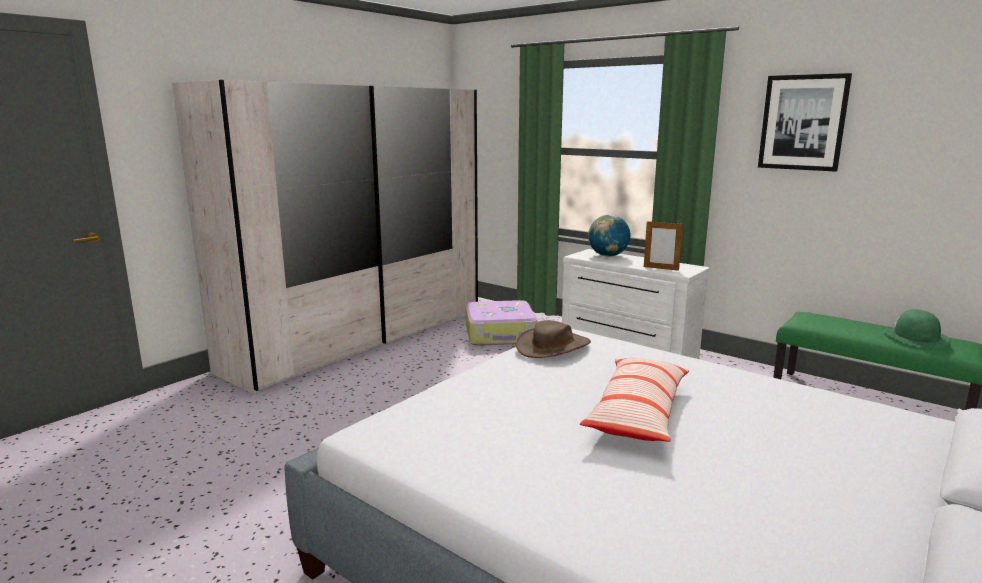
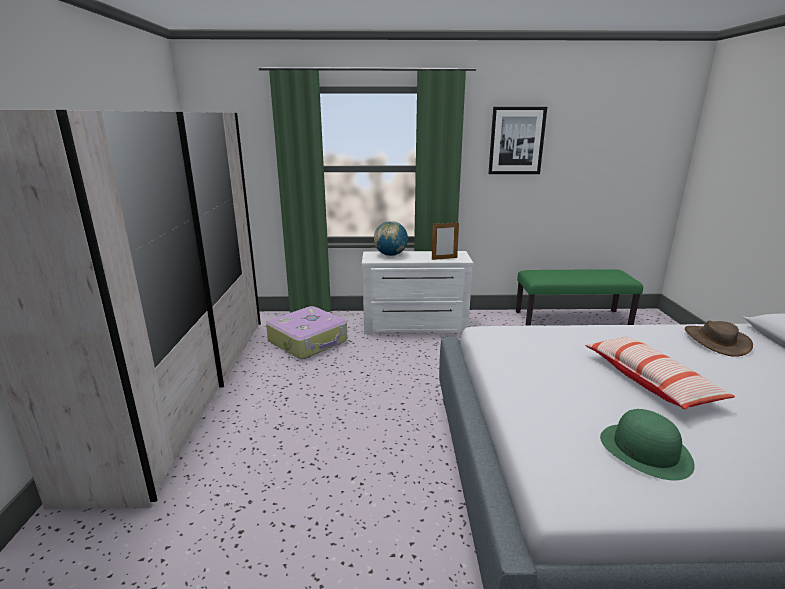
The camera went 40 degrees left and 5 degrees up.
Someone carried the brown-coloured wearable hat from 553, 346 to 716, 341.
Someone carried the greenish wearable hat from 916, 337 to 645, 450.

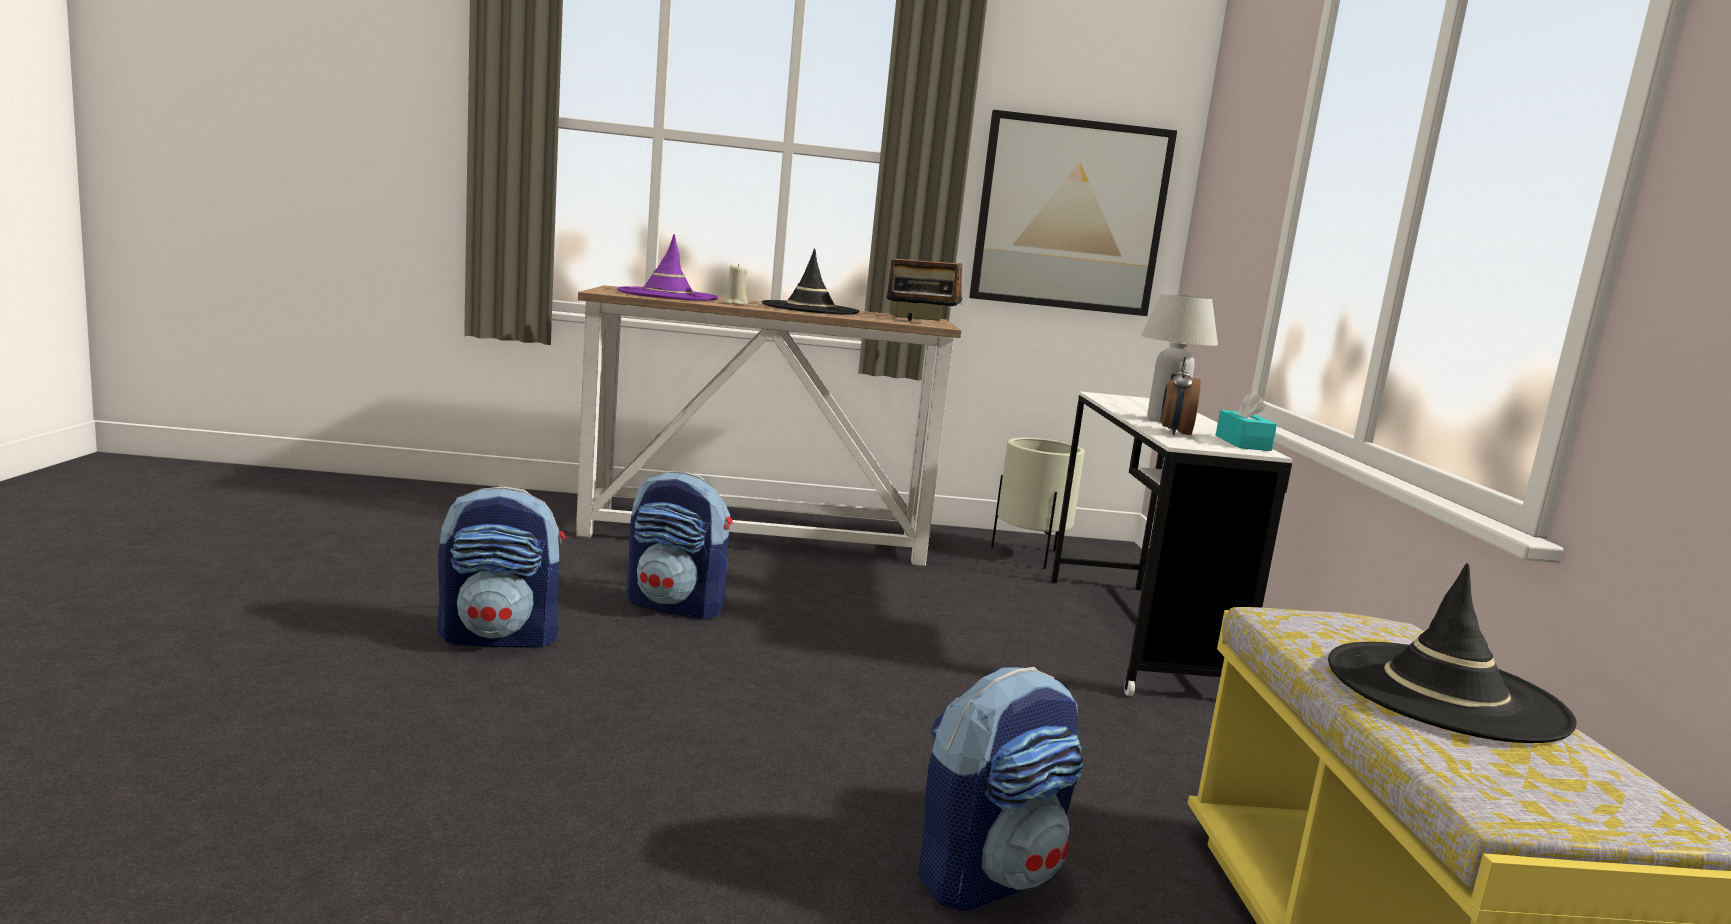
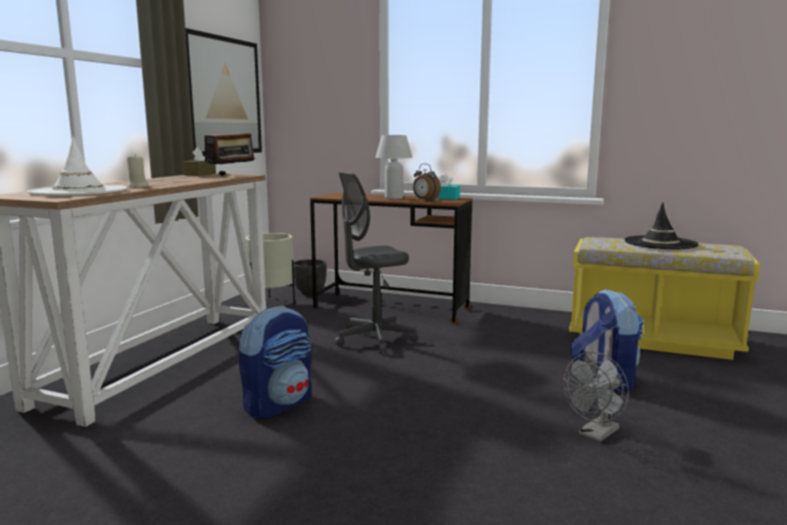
The camera went 65 degrees left and 0 degrees up.
Someone took away the knapsack at 501, 637.
Someone repainted the purple-coloured wearable hat at 667, 295, which became the white wearable hat at 79, 191.
Someone took away the black wearable hat at 810, 309.
Someone repainted the white desk unit at 1134, 635, which became the brown-coloured desk unit at 391, 308.
Someone put down the black plant pot at 310, 293.
Someone put down the grey computer chair at 375, 339.
Someone put down the grey fan at 595, 435.

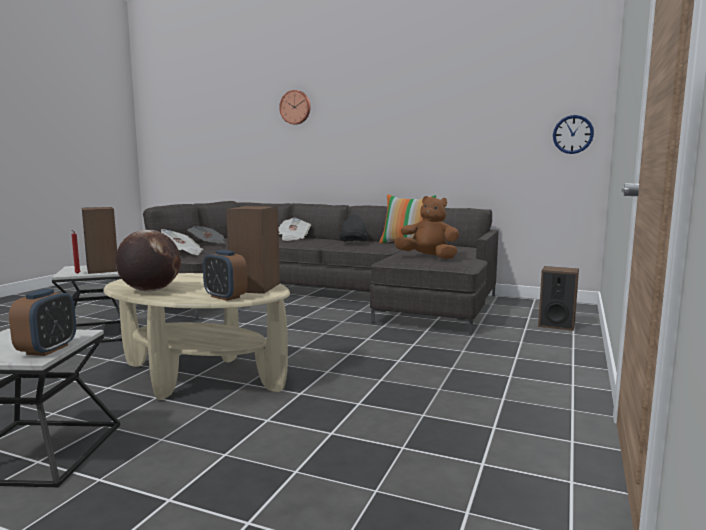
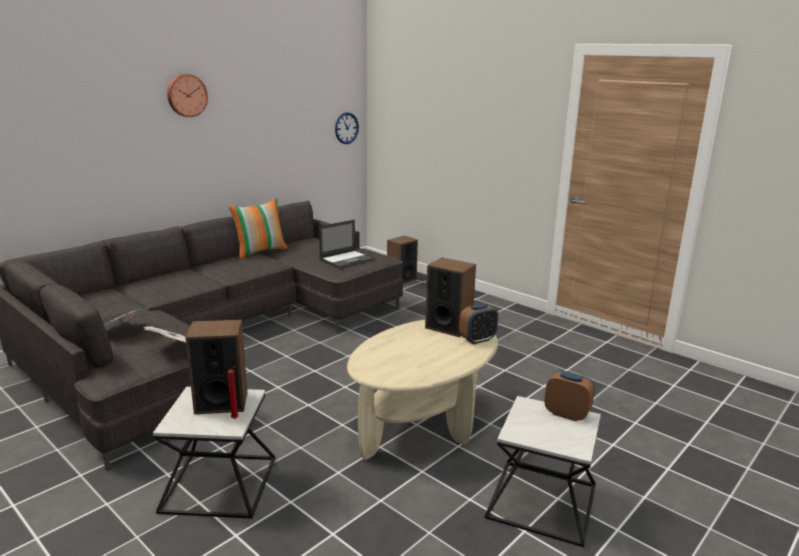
The camera went 70 degrees left and 10 degrees up.
Someone took away the world globe at 150, 290.
Someone carried the clock on the wall from 295, 107 to 186, 95.
Someone took away the daily paper at 293, 238.
Someone took away the black wearable hat at 353, 243.
Someone swapped the brown-coloured soft toy at 428, 257 for the portable computer at 347, 259.

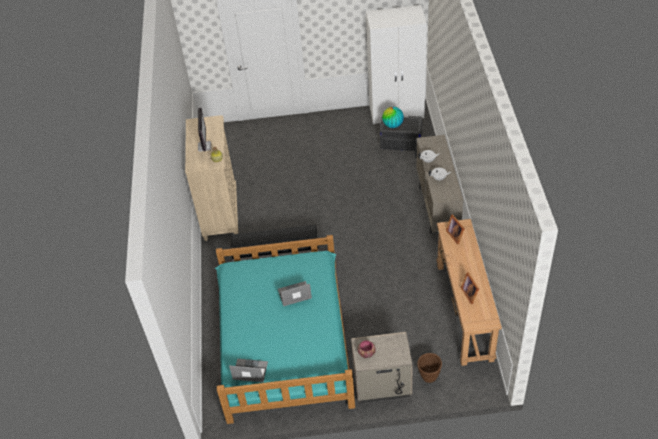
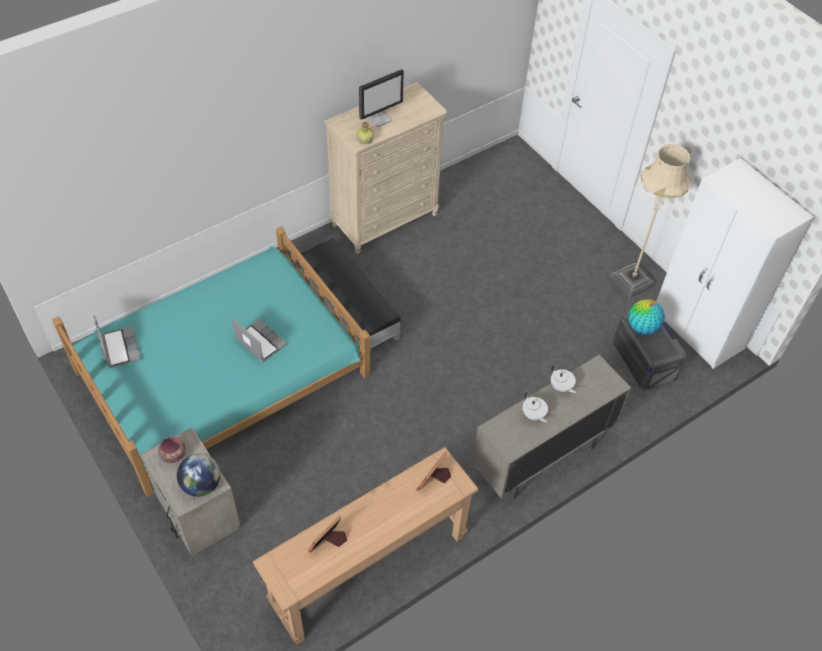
The camera went 55 degrees right and 5 degrees up.
Someone took away the brown-coloured plant pot at 429, 377.
Someone put down the world globe at 201, 485.
Someone put down the beige standing lamp at 632, 281.

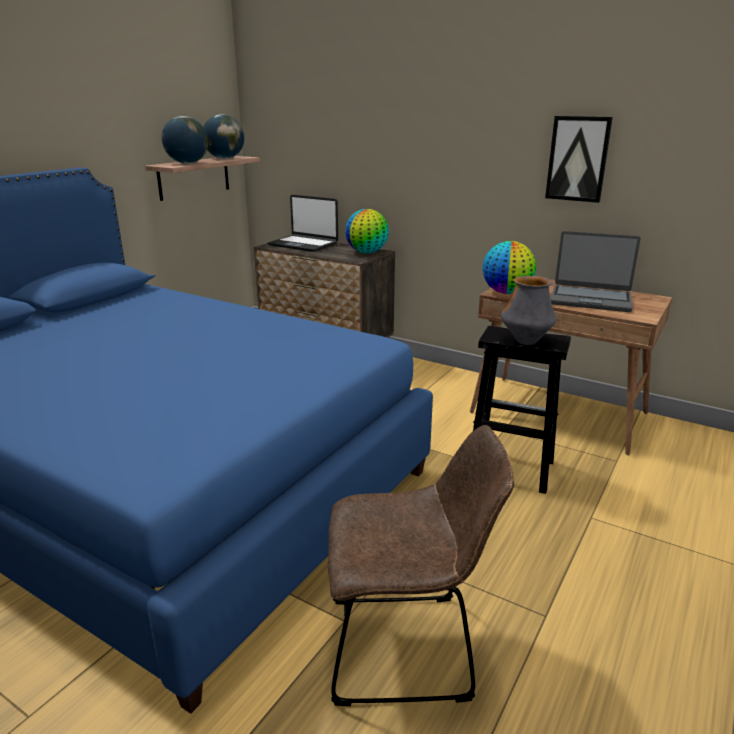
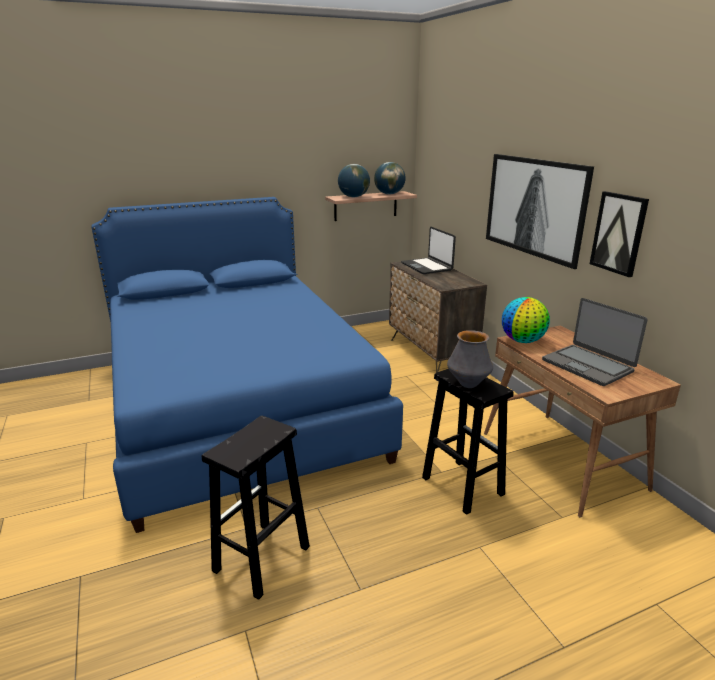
The camera went 35 degrees right and 0 degrees up.
Someone swapped the brown-coloured plain chair at 407, 647 for the black stool seat at 261, 560.
Someone took away the world globe at 367, 252.
Someone put up the wall art at 535, 207.

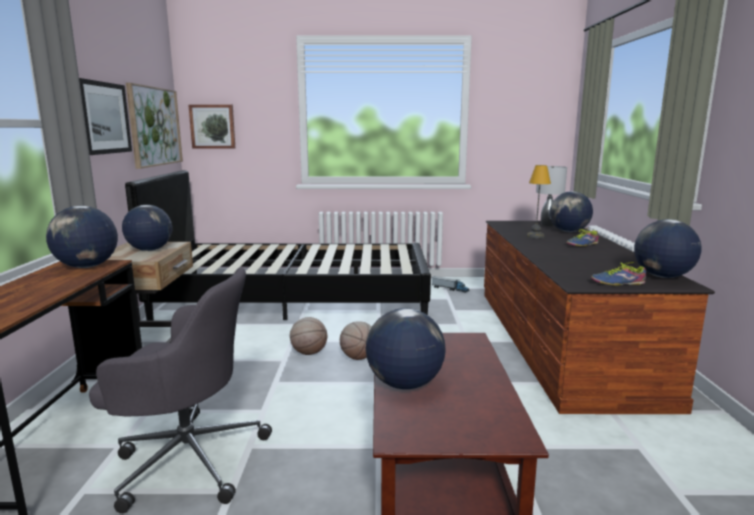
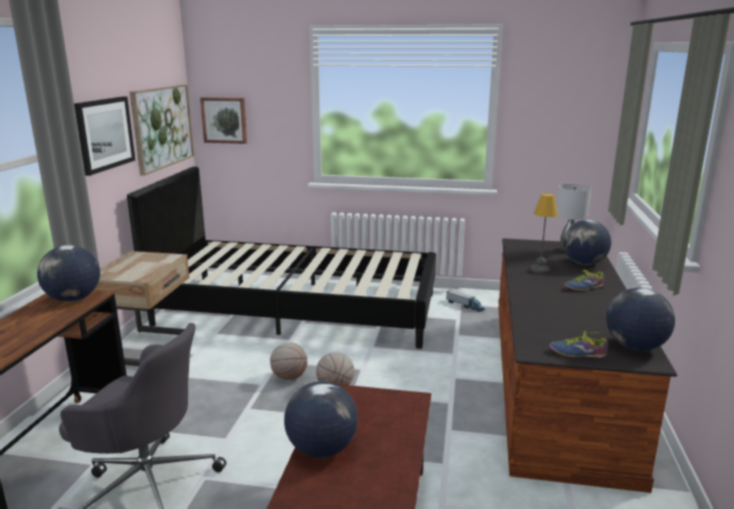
The camera went 10 degrees right and 5 degrees up.
Someone took away the world globe at 150, 250.

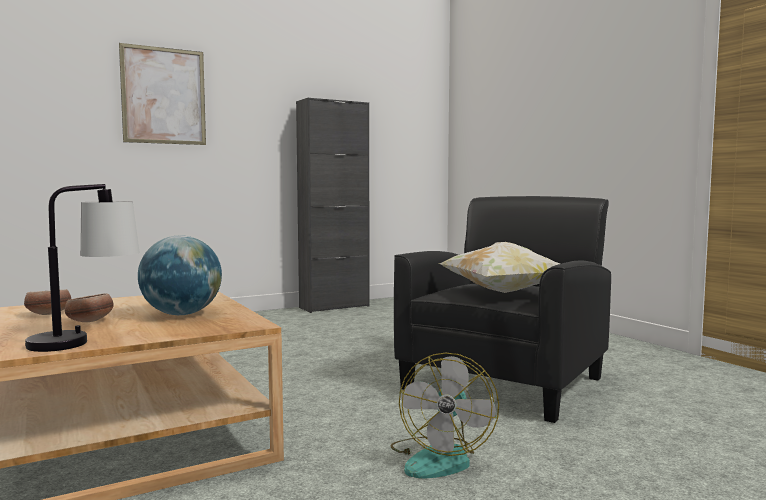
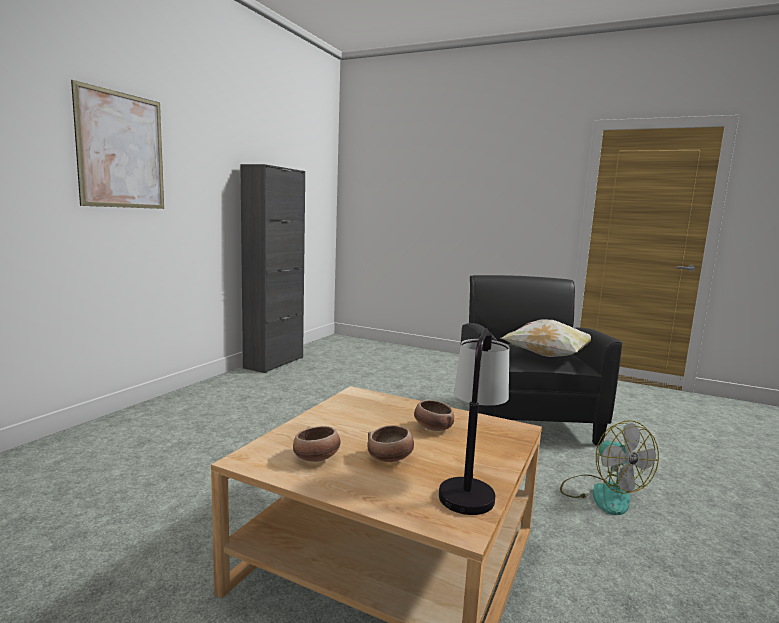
The camera went 35 degrees left and 5 degrees up.
Someone swapped the world globe at 182, 314 for the serving bowl at 432, 428.

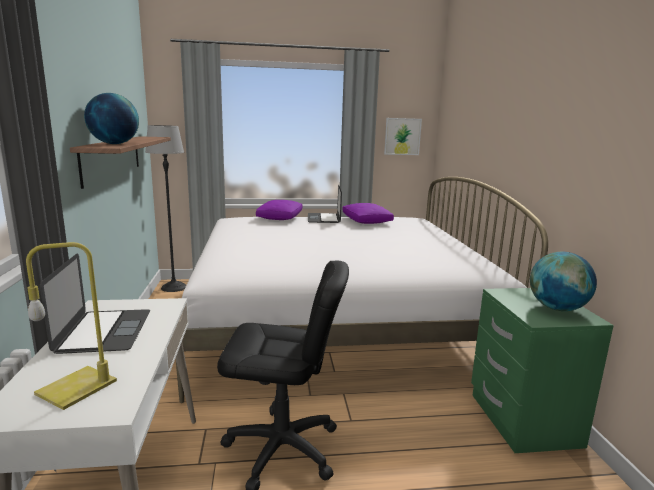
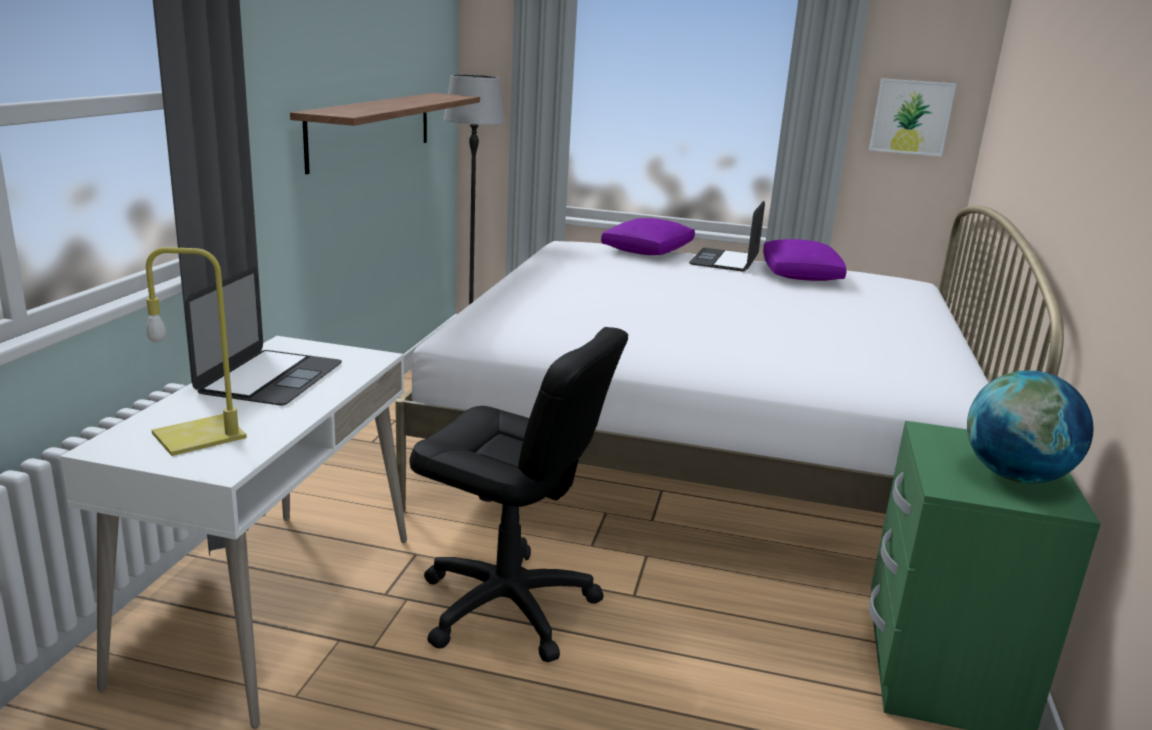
The camera went 20 degrees right and 5 degrees up.
Someone took away the world globe at 114, 144.

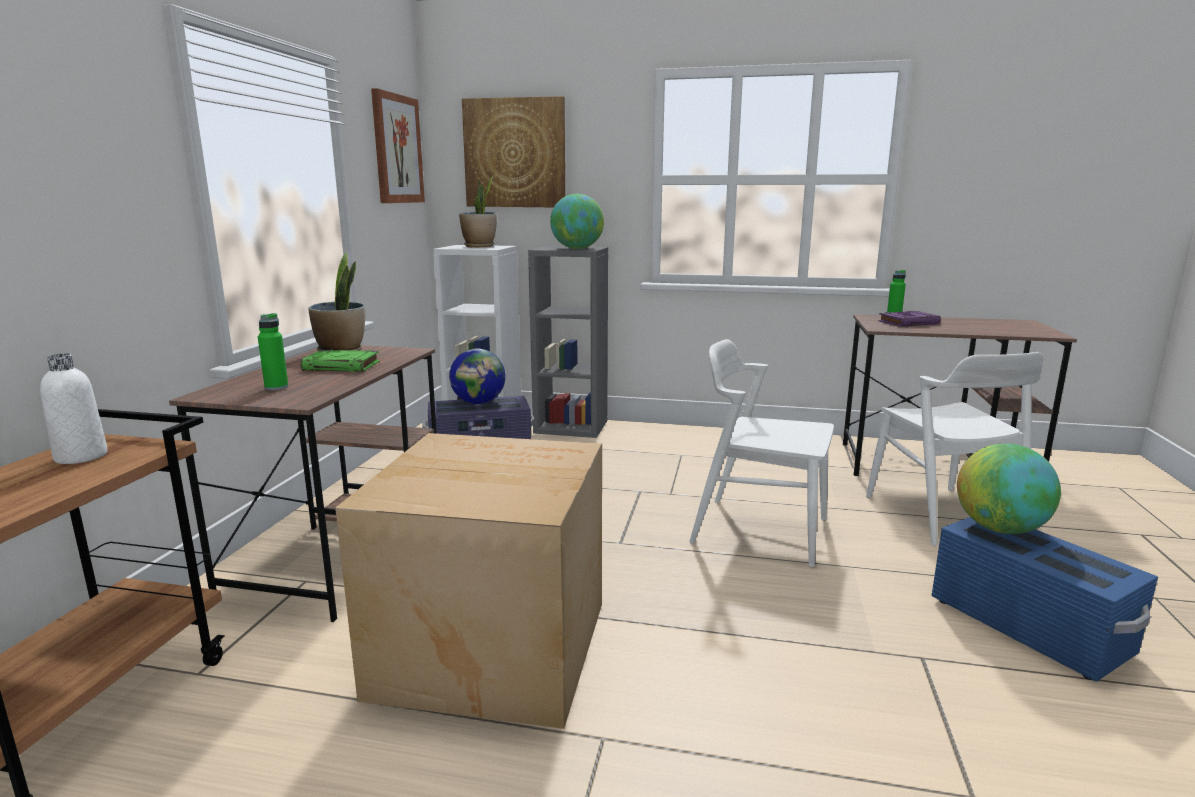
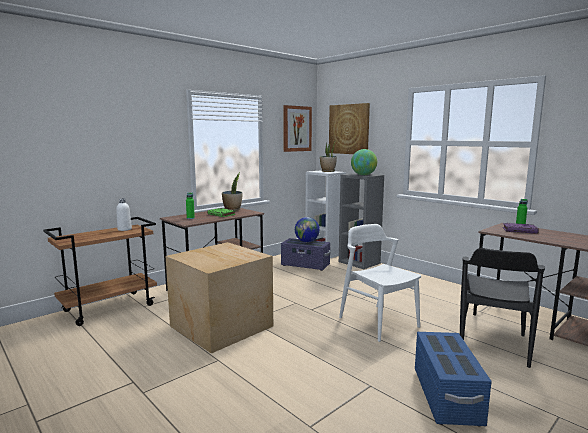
The camera went 35 degrees right and 5 degrees down.
Someone repainted the white plain chair at 942, 516, which became the black plain chair at 492, 344.
Someone took away the world globe at 999, 529.

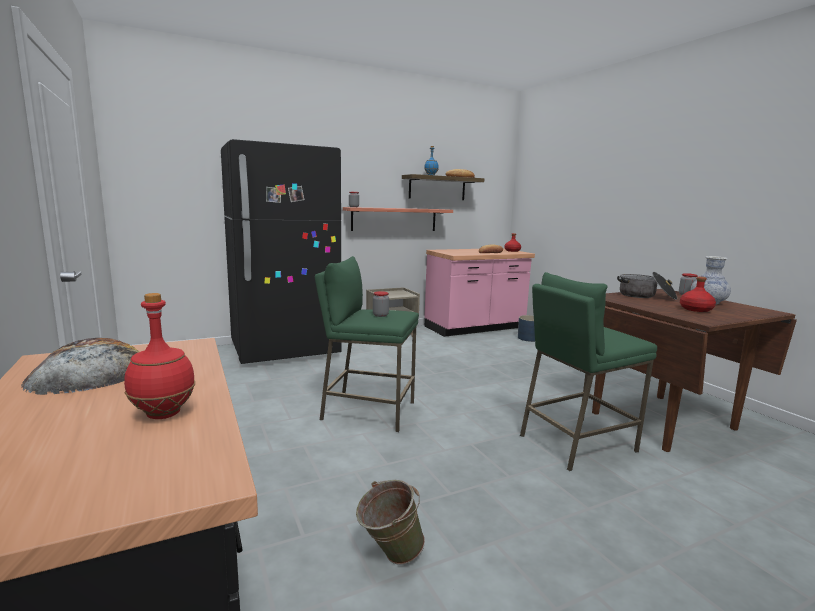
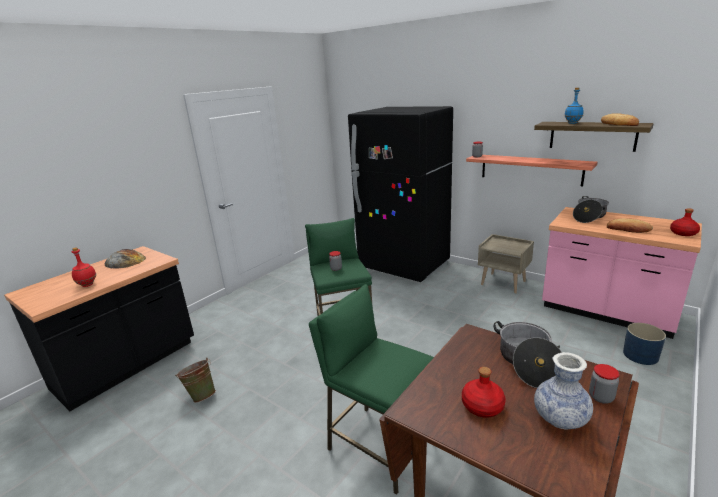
The camera went 65 degrees right and 10 degrees up.
Someone put down the saucepot at 589, 217.

